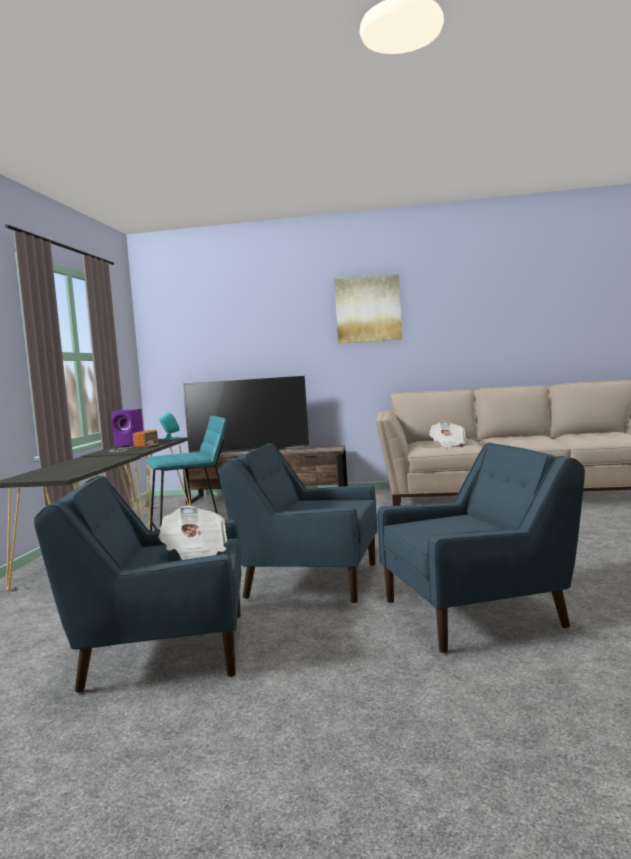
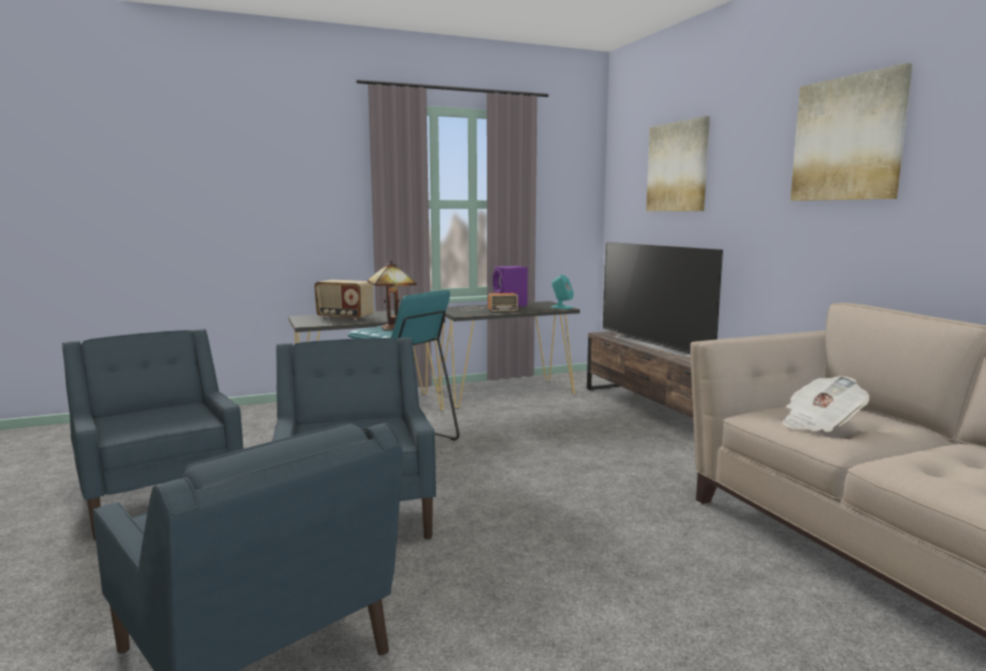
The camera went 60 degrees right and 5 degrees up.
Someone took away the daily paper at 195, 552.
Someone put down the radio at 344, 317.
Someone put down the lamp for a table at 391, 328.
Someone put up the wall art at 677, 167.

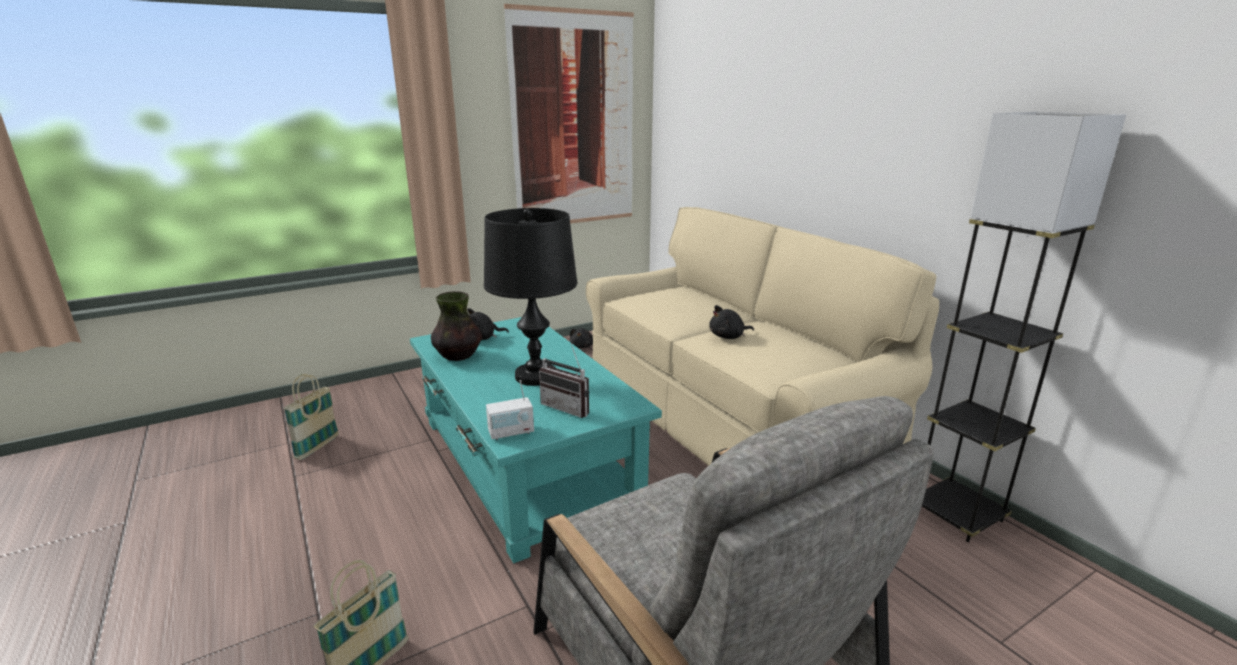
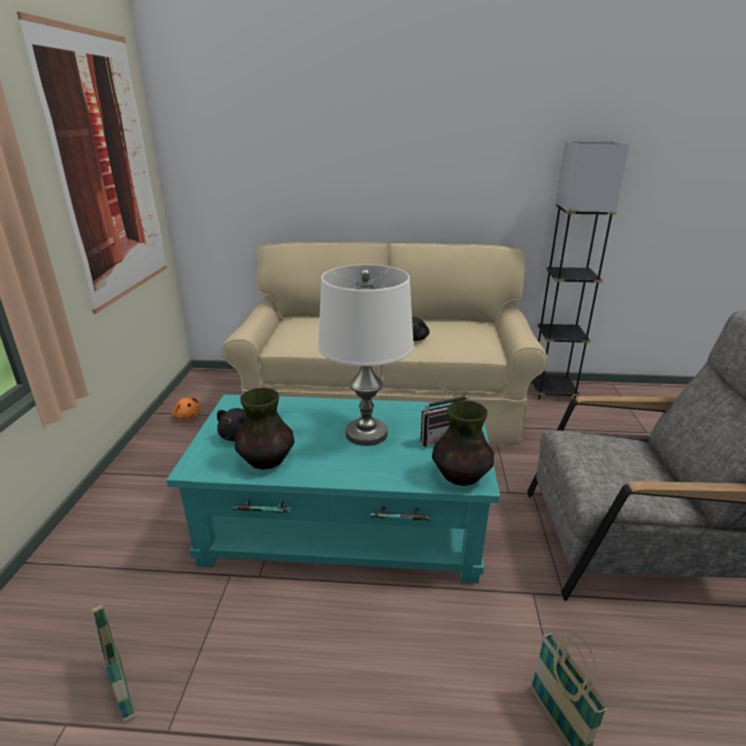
The camera went 55 degrees left and 5 degrees up.
Someone repainted the black lamp for a table at 536, 376, which became the white lamp for a table at 366, 433.
Someone swapped the radio at 511, 432 for the decorative vase at 461, 476.
Someone repainted the black soft toy at 582, 346, which became the orange soft toy at 187, 416.

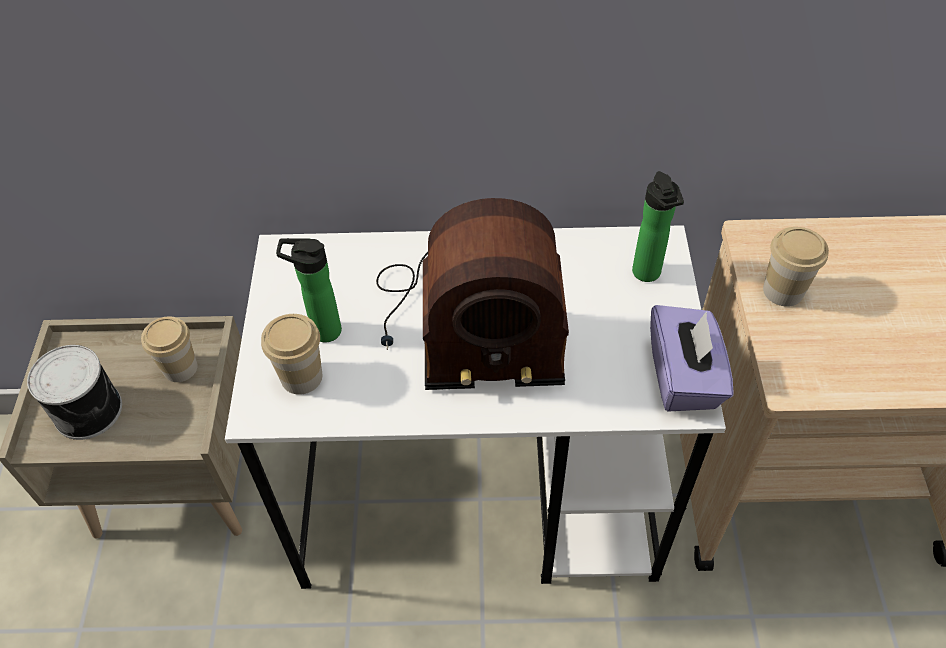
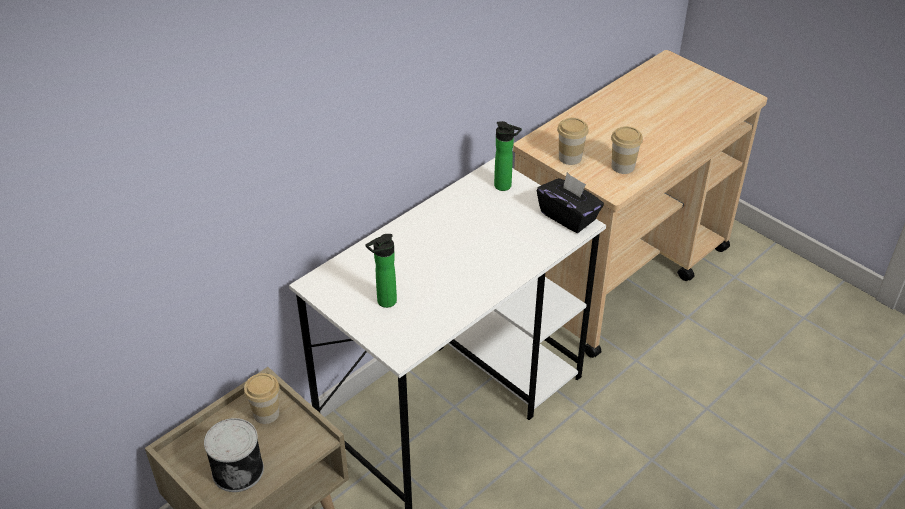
The camera went 45 degrees left and 10 degrees down.
Someone carried the small cup from 301, 377 to 623, 166.
Someone took away the radio at 467, 323.
Someone repainted the purple-coloured tissue holder at 684, 377, which became the black tissue holder at 568, 216.

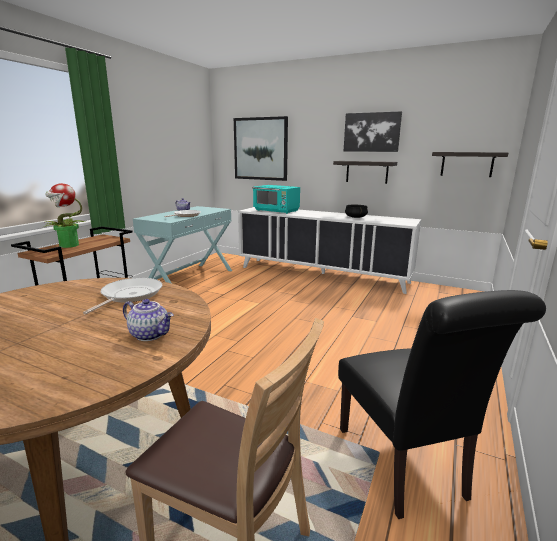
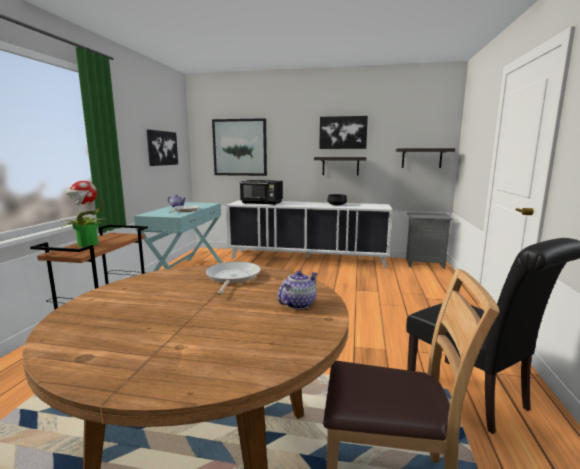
The camera went 15 degrees left and 5 degrees down.
Someone rotated the pot for tea at 150, 334 by 60 degrees counterclockwise.
Someone repainted the blue-green microwave at 276, 211, which became the black microwave at 262, 203.
Someone put up the wall art at 162, 148.
Someone put down the grey bedside table at 424, 263.

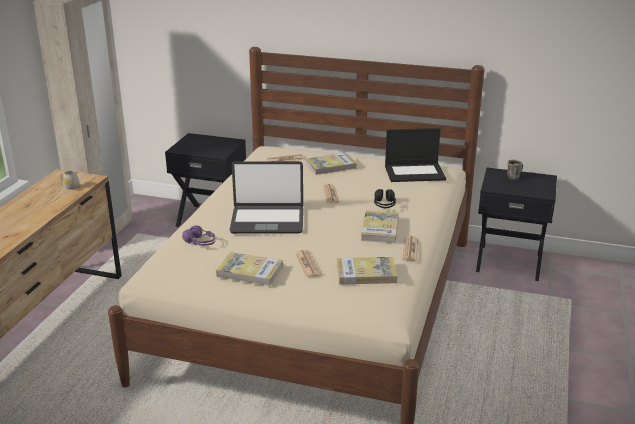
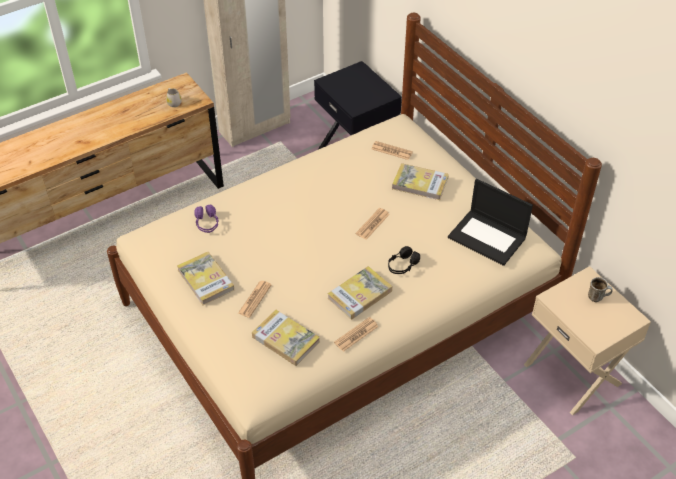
The camera went 40 degrees right and 20 degrees up.
Someone took away the portable computer at 267, 221.
Someone repainted the black bedside table at 509, 261, which became the beige bedside table at 573, 373.

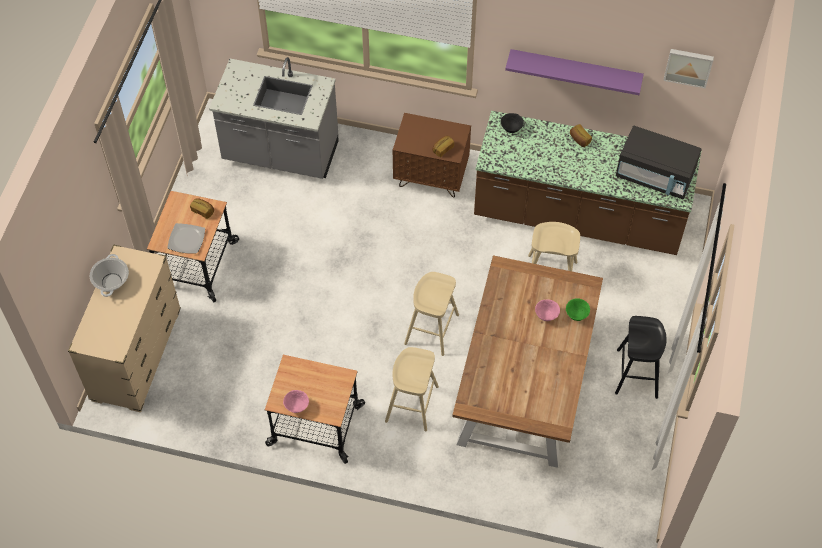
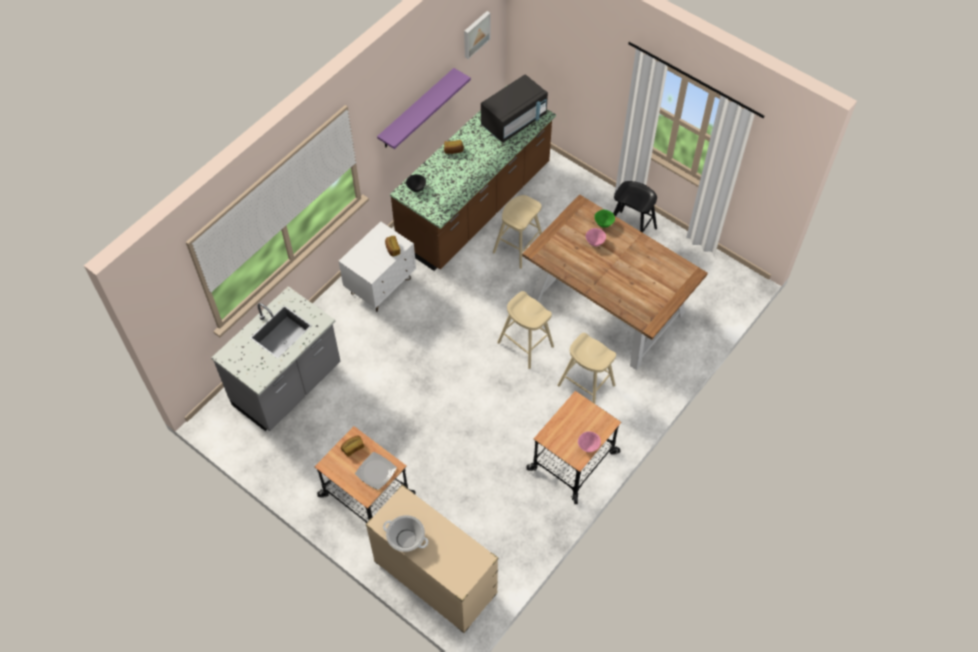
The camera went 65 degrees left and 0 degrees up.
Someone repainted the brown-coloured bedside table at 431, 177, which became the white bedside table at 381, 286.

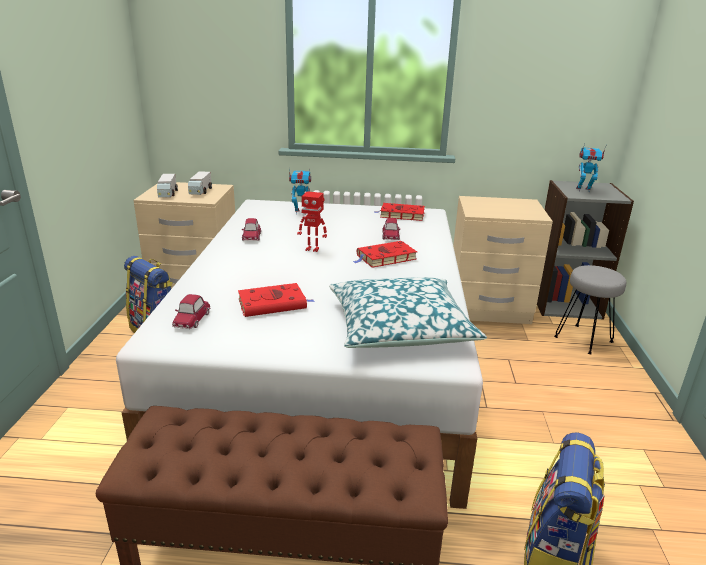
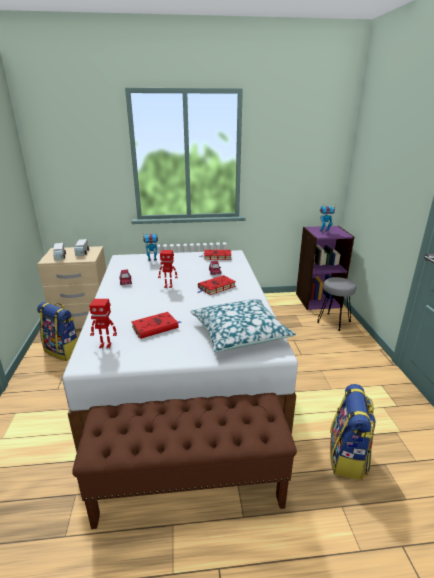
The camera went 10 degrees left and 0 degrees up.
Someone swapped the model car at 191, 320 for the robot figure at 105, 345.
Someone took away the beige bedside table at 488, 308.
Someone repainted the grey bookcase at 564, 303, which became the purple-coloured bookcase at 318, 300.

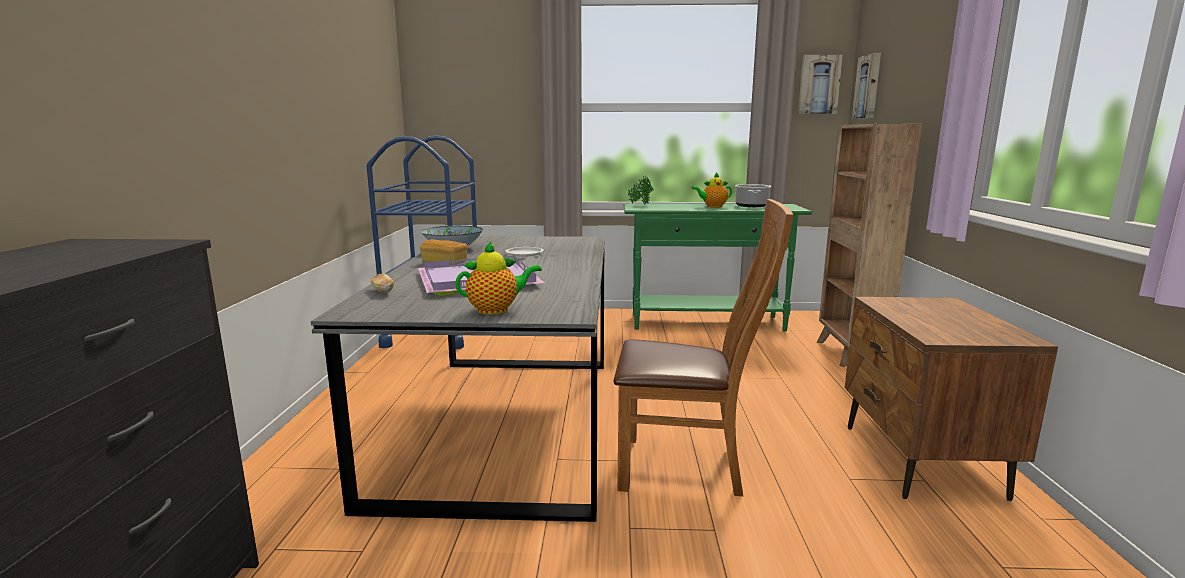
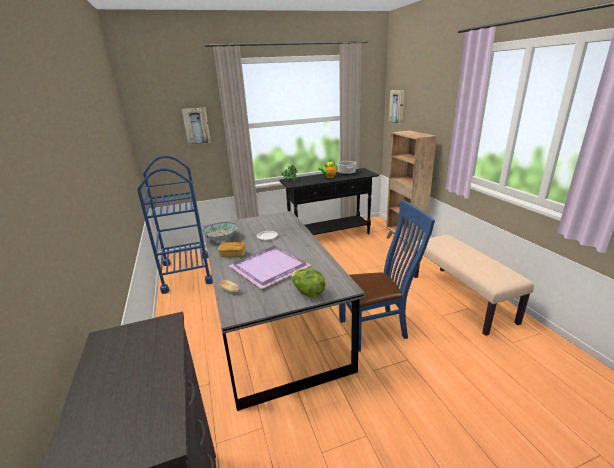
The camera went 20 degrees left and 10 degrees up.
Someone swapped the pot for tea at 496, 310 for the head of lettuce at 308, 292.
Someone repainted the brown-coloured plain chair at 688, 467, which became the blue plain chair at 377, 329.
Someone repainted the greenish narrow table at 707, 323, which became the black narrow table at 330, 236.
Someone carried the wall art from 819, 85 to 196, 126.
Someone swapped the brown-coloured bedside table at 920, 461 for the beige indoor bench at 461, 298.

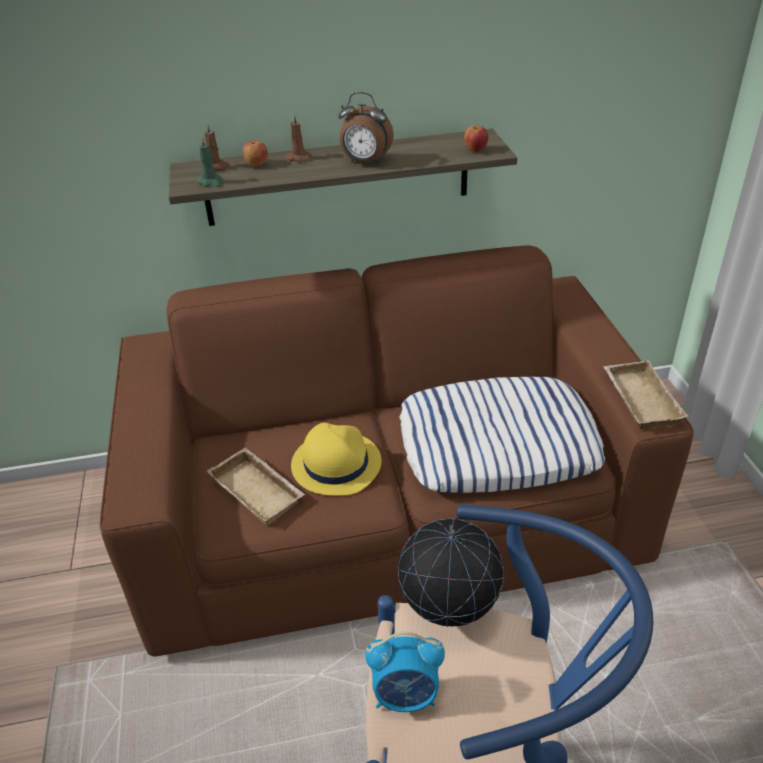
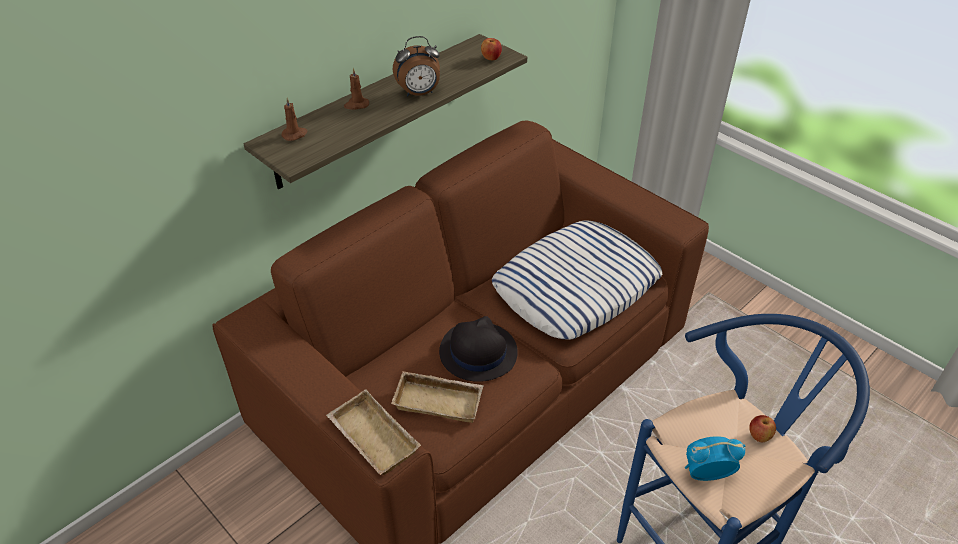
The camera went 35 degrees left and 5 degrees up.
Someone took away the greenish candle at 211, 182.
Someone carried the apple from 256, 165 to 759, 436.
Someone repainted the yellow wearable hat at 335, 463, which became the black wearable hat at 477, 352.
Someone rotated the table clock at 406, 695 by 150 degrees counterclockwise.
Someone took away the world globe at 449, 612.
Someone carried the beige serving tray from 638, 399 to 370, 438.

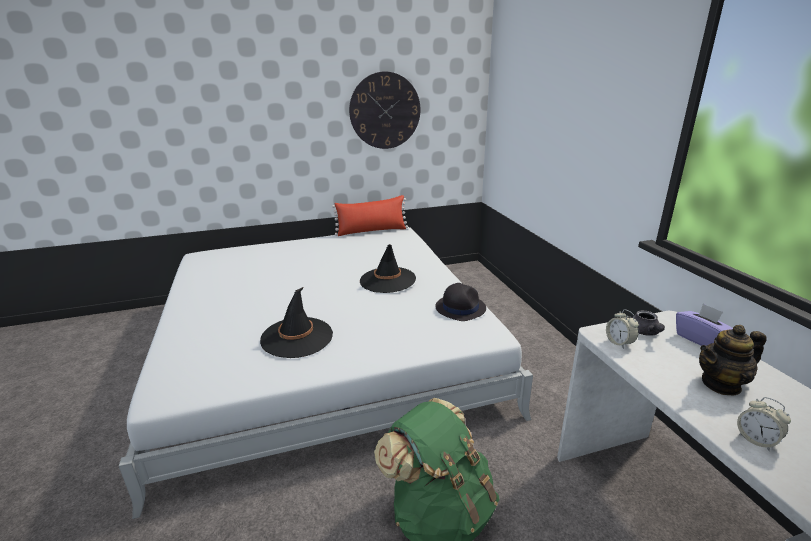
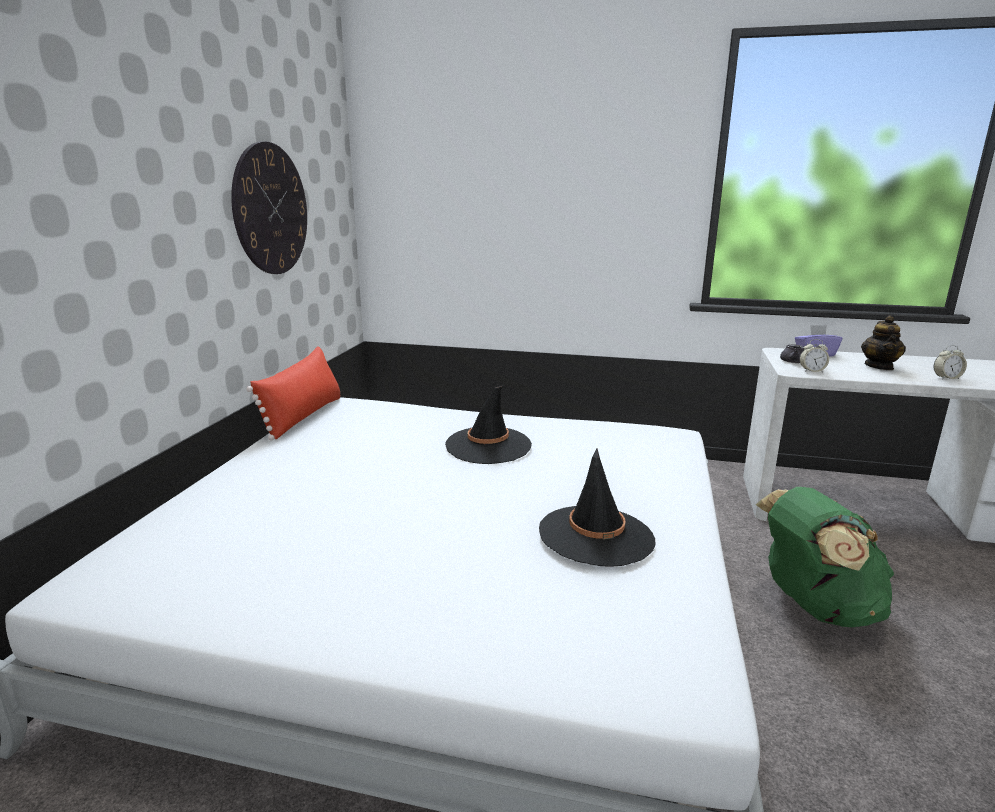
The camera went 60 degrees left and 5 degrees down.
Someone took away the black wearable hat at 460, 307.

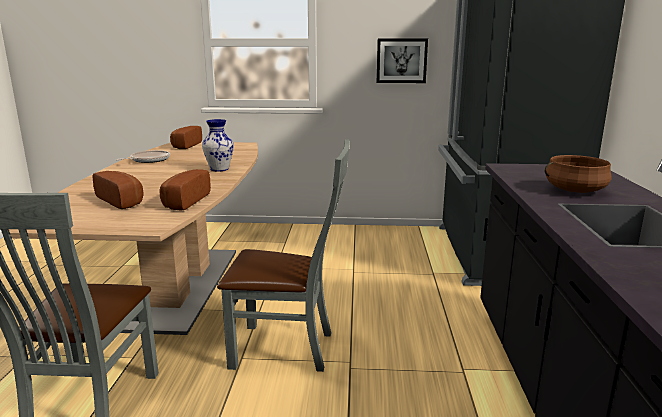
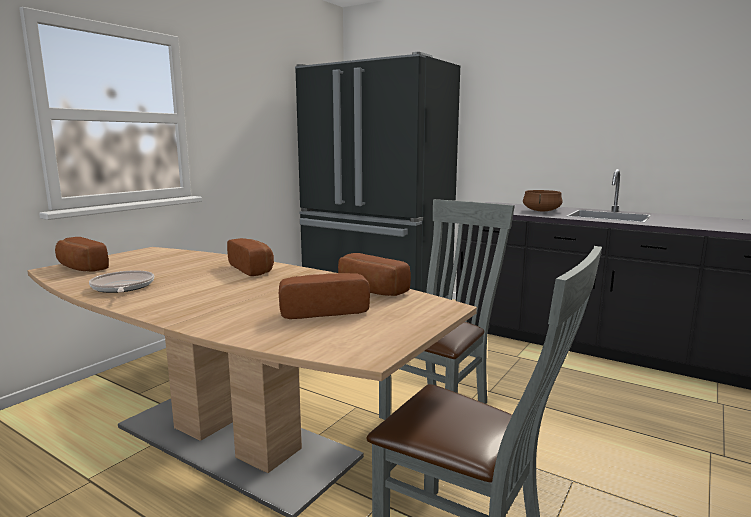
The camera went 60 degrees left and 5 degrees down.
Someone swapped the decorative vase at 219, 169 for the bread at 253, 269.
Someone took away the wall art at 401, 60.

